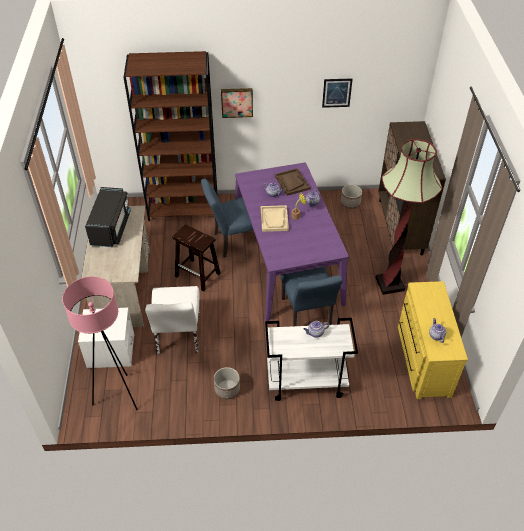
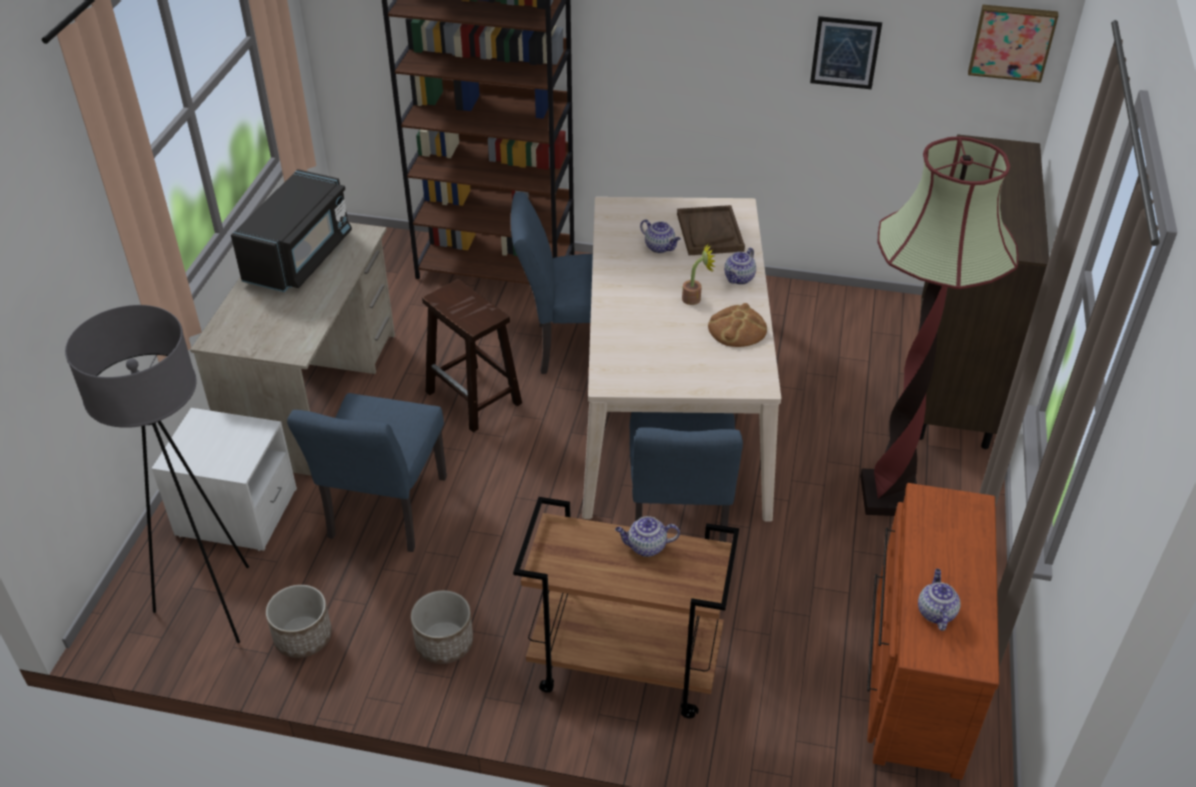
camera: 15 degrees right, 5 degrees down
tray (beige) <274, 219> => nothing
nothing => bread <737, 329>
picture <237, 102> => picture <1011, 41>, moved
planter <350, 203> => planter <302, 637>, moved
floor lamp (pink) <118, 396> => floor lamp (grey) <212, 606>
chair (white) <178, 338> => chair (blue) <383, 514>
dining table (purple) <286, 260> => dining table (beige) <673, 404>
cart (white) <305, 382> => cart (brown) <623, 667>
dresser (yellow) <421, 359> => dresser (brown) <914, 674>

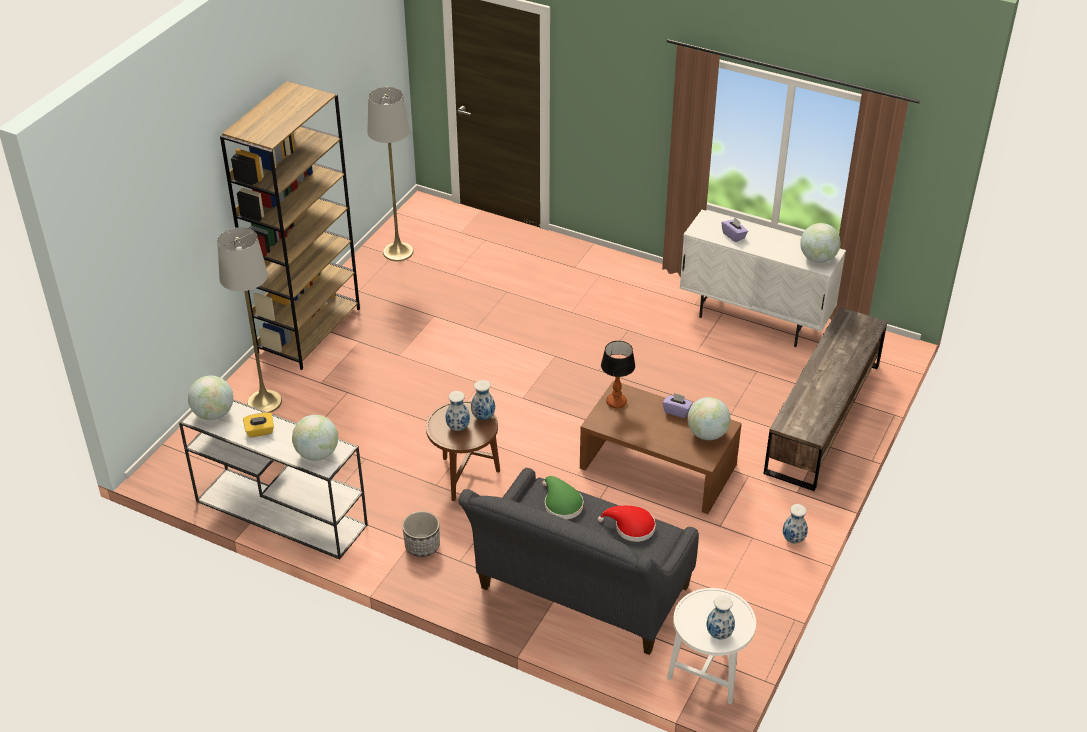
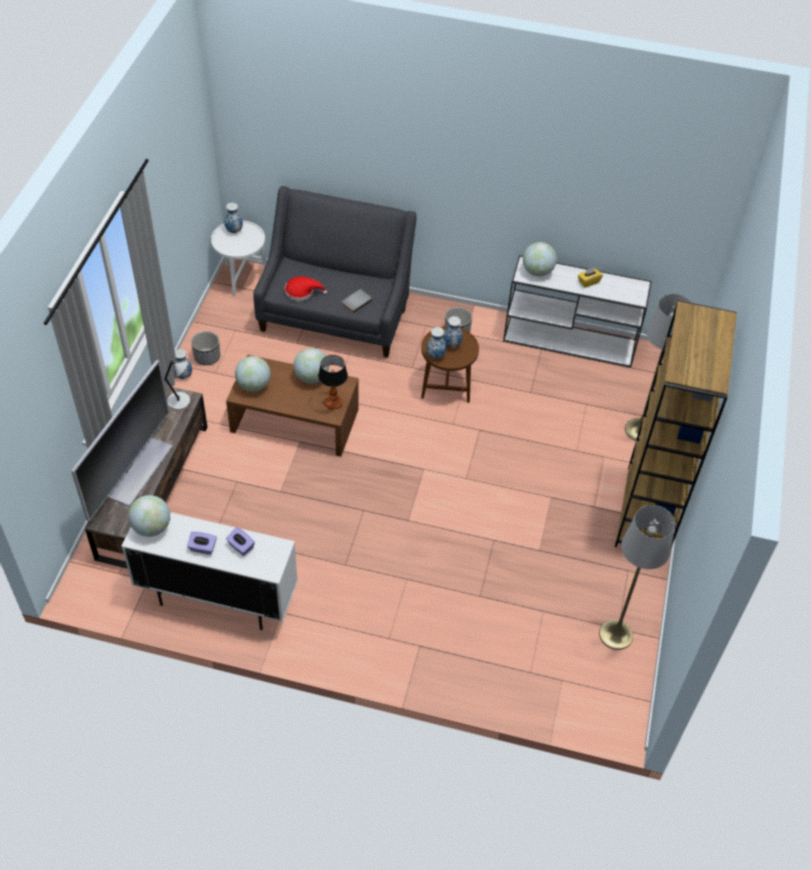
camera: 165 degrees right, 10 degrees up
nothing => television <138, 471>
nothing => table lamp (grey) <180, 401>
nothing => planter <207, 357>
globe <214, 414> => globe <311, 377>, moved
tissue box (purple) <677, 411> => tissue box (purple) <202, 548>, moved
hat (green) <561, 504> => book (grey) <356, 301>

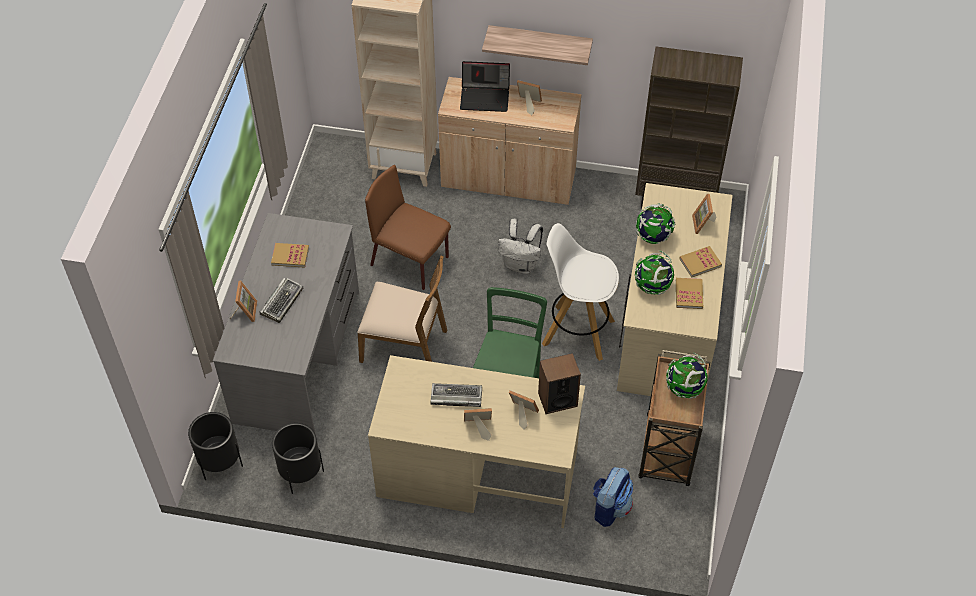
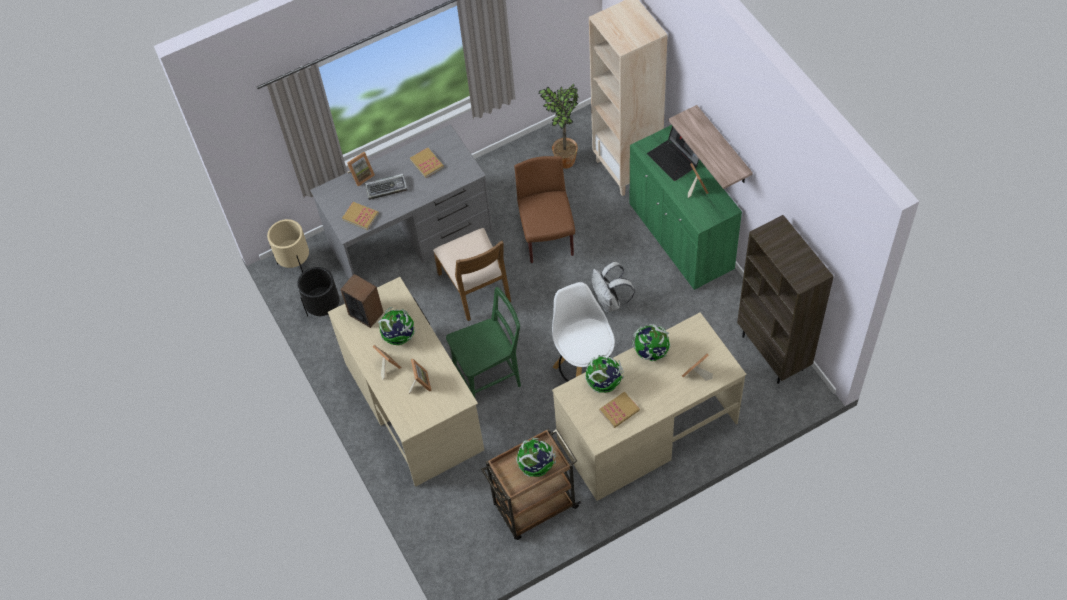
camera: 55 degrees right, 5 degrees up
backpack <610, 507> => nothing
nothing => potted plant <564, 158>
speaker <557, 399> => speaker <366, 313>, moved
book <700, 262> => book <360, 216>, moved
keyboard <455, 397> => globe <399, 336>
planter (black) <220, 464> => planter (beige) <295, 262>
cabinet (beige) <508, 179> => cabinet (green) <680, 237>

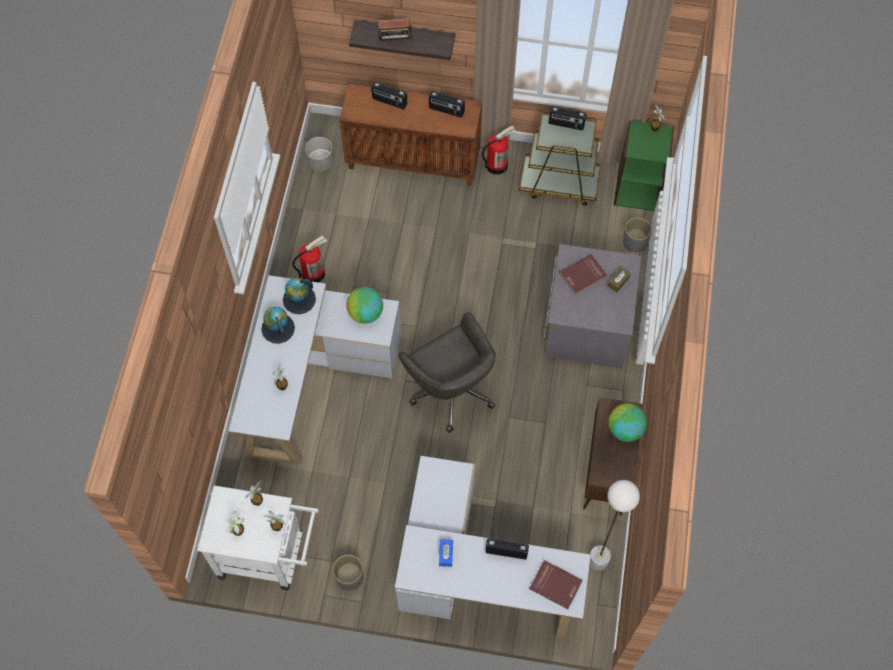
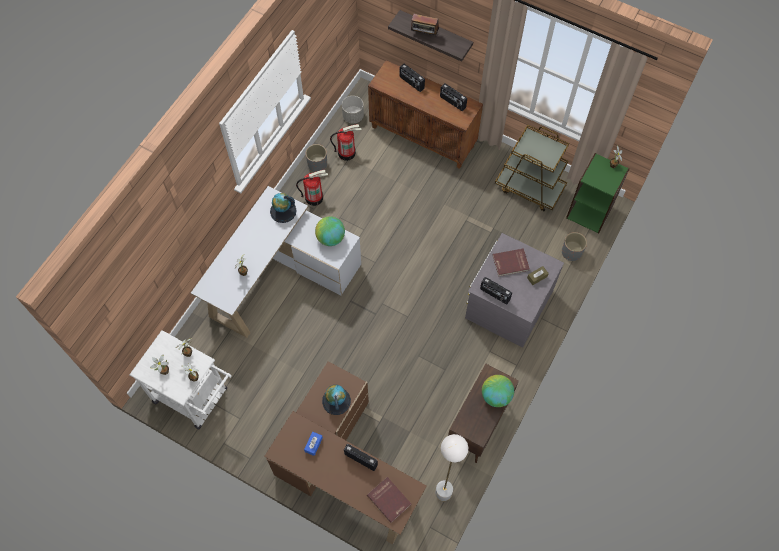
camera: 20 degrees right, 0 degrees up
office chair (grey) <451, 389> => nothing
globe <278, 328> => globe <336, 401>, moved
planter (grey) <349, 577> => planter (grey) <317, 164>, moved
fire extinguisher <496, 165> => fire extinguisher <346, 152>, moved
radio <566, 124> => radio <494, 294>, moved
desk (white) <475, 574> => desk (brown) <344, 468>

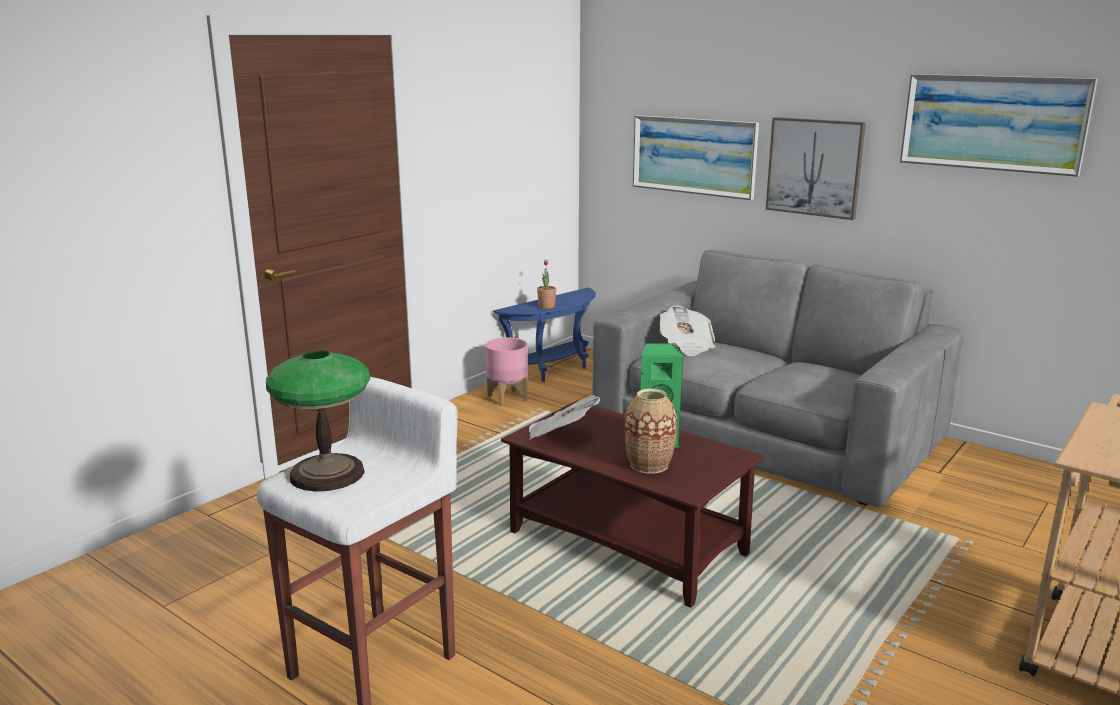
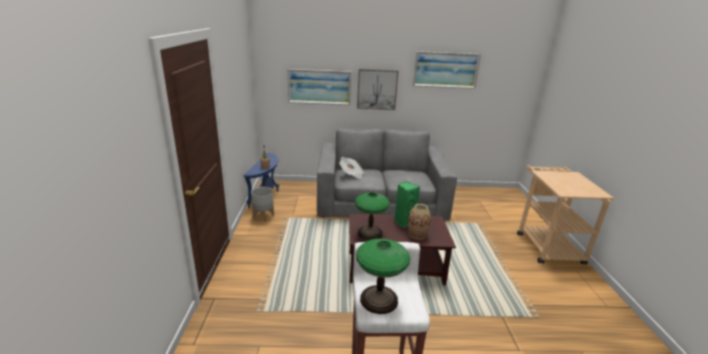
camera: 40 degrees left, 5 degrees up
newspaper <561, 435> => table lamp <369, 233>
planter (pink) <507, 398> => planter (grey) <263, 216>

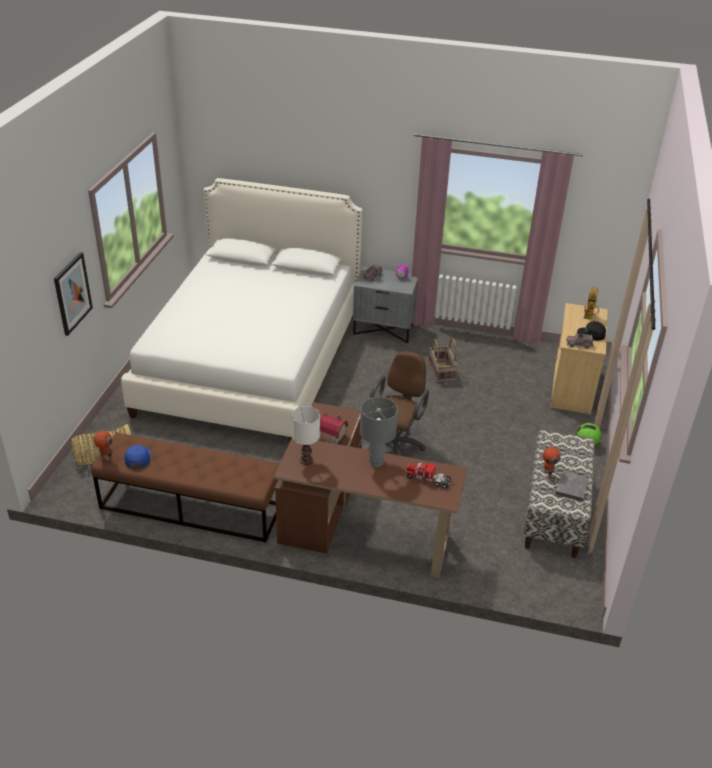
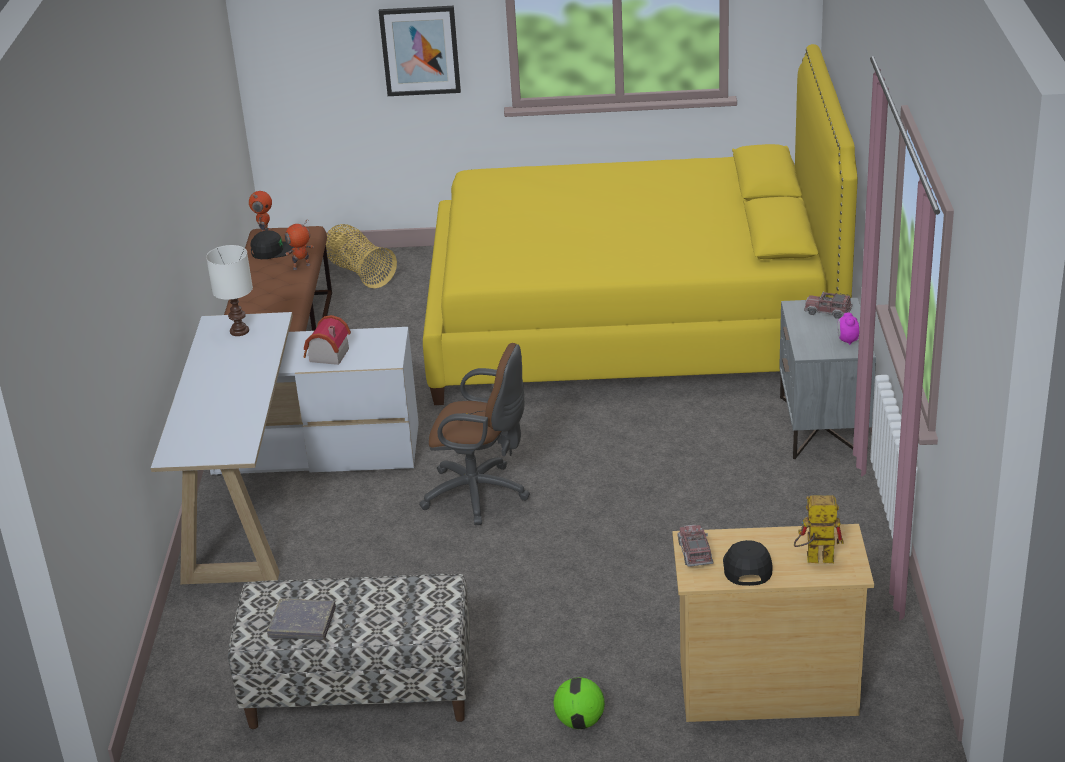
camera: 80 degrees right, 5 degrees down
table lamp (grey) <376, 462> => nothing
toy truck <428, 479> => nothing
basket <442, 372> => nothing
toy robot <547, 474> => toy robot <301, 267>, moved
bed (white) <252, 362> => bed (yellow) <633, 324>
cap (blue) <137, 458> => cap (black) <272, 250>
desk (brown) <355, 523> => desk (white) <281, 489>

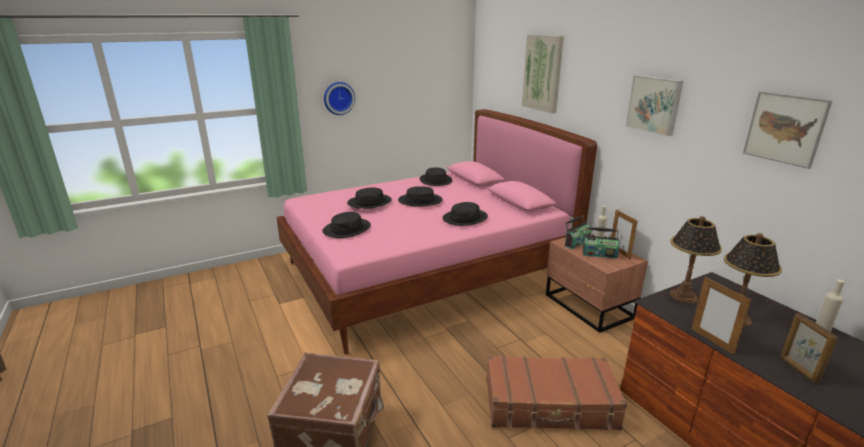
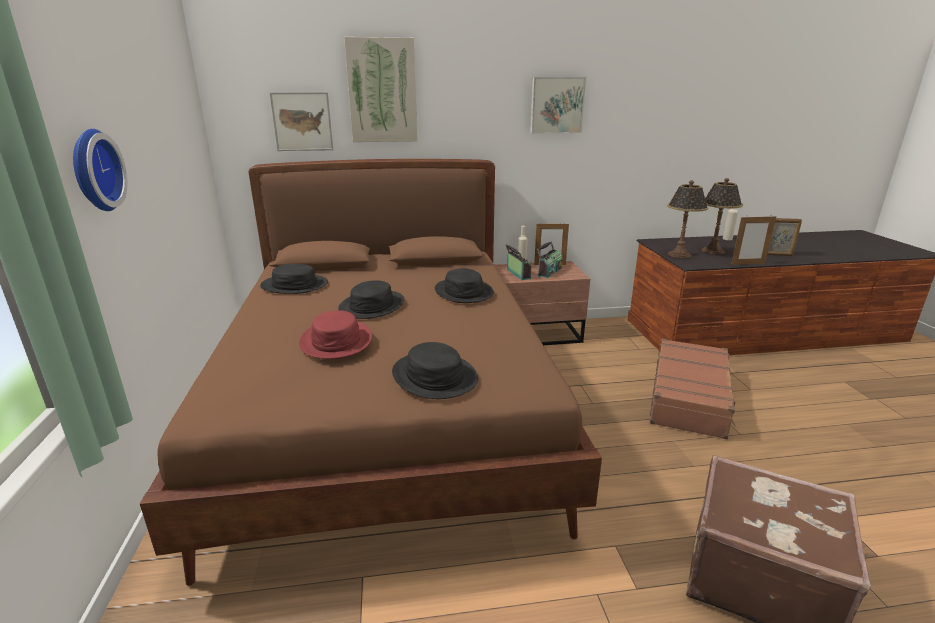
camera: 70 degrees left, 0 degrees up
picture <784, 128> => picture <302, 121>, moved
bed (pink) <425, 273> => bed (brown) <389, 414>
hat (black) <369, 202> => hat (red) <336, 341>

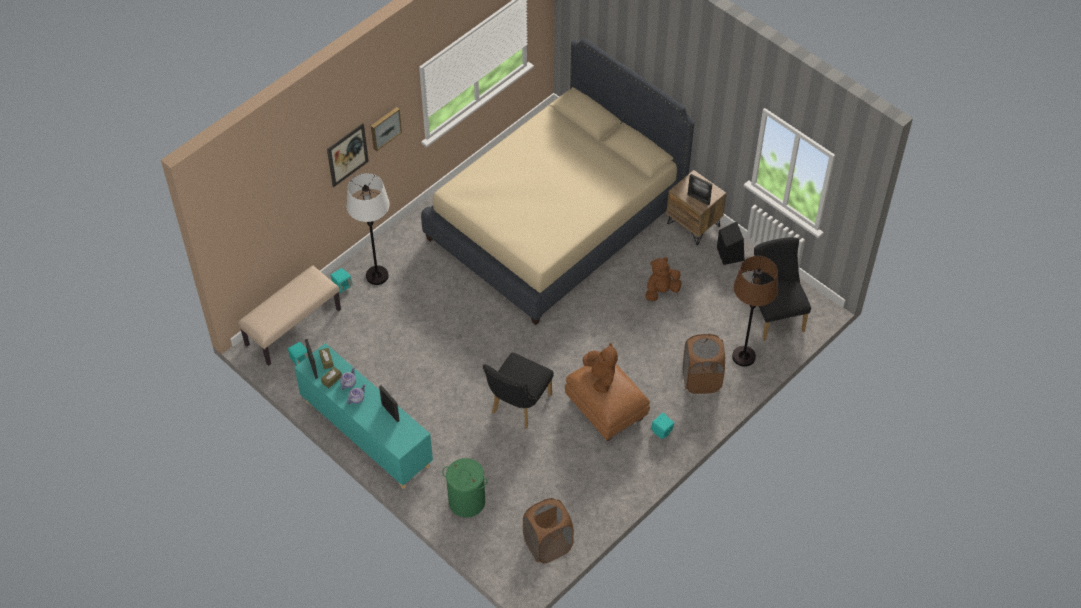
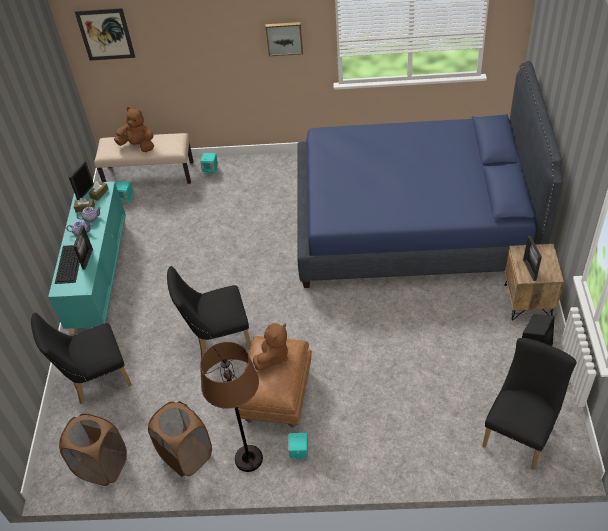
camera: 50 degrees right, 5 degrees down
floor lamp (white) <377, 275> => nothing
nothing => keyboard <69, 263>
picture <347, 155> => picture <105, 34>, moved
plush toy (brown) <661, 291> => plush toy (brown) <138, 145>, moved
laundry basket (brown) <701, 380> => laundry basket (brown) <186, 455>, moved
floor lamp (brown) <744, 357> => floor lamp (brown) <248, 459>, moved
laundry basket (green) <466, 501> => chair (black) <95, 379>
bed (beige) <556, 220> => bed (blue) <413, 223>

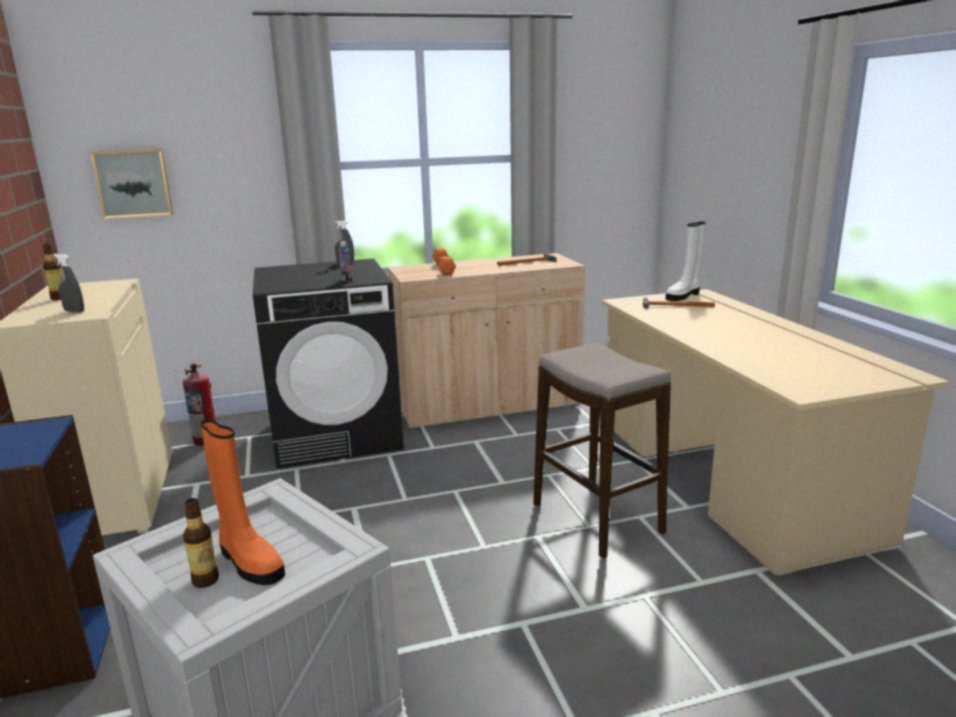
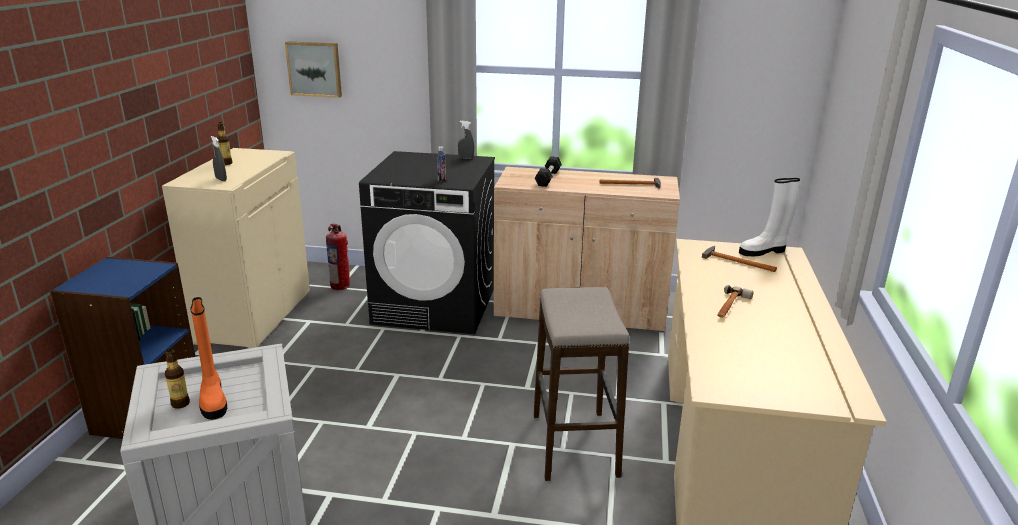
camera: 25 degrees right, 5 degrees up
nothing => hammer <730, 306>
dumbbell (orange) <444, 269> => dumbbell (black) <548, 178>

